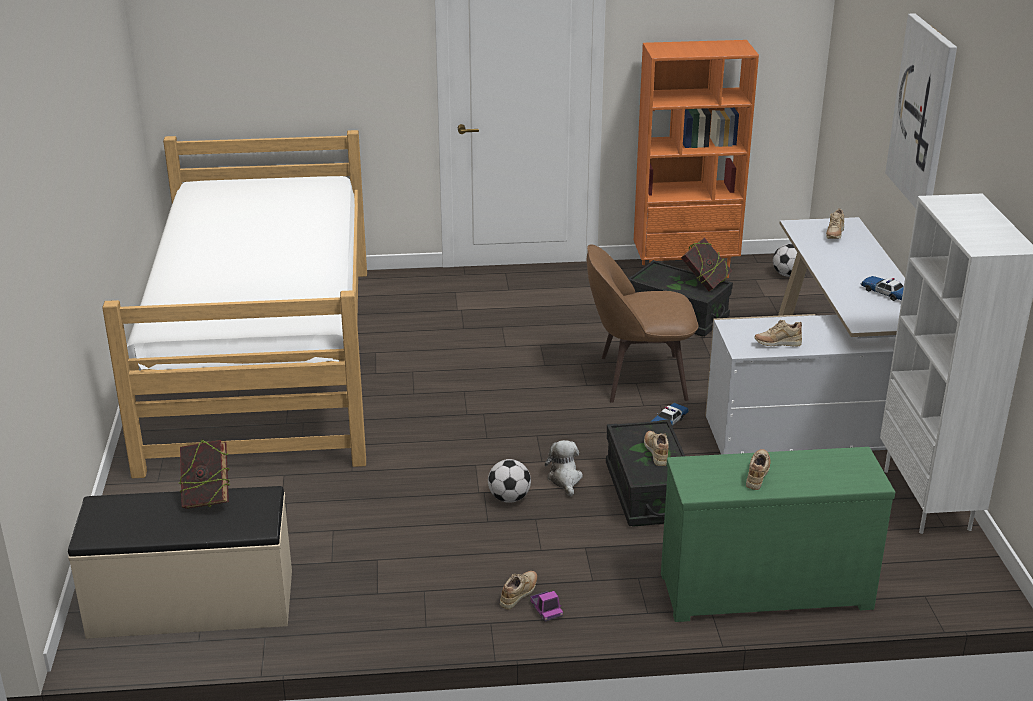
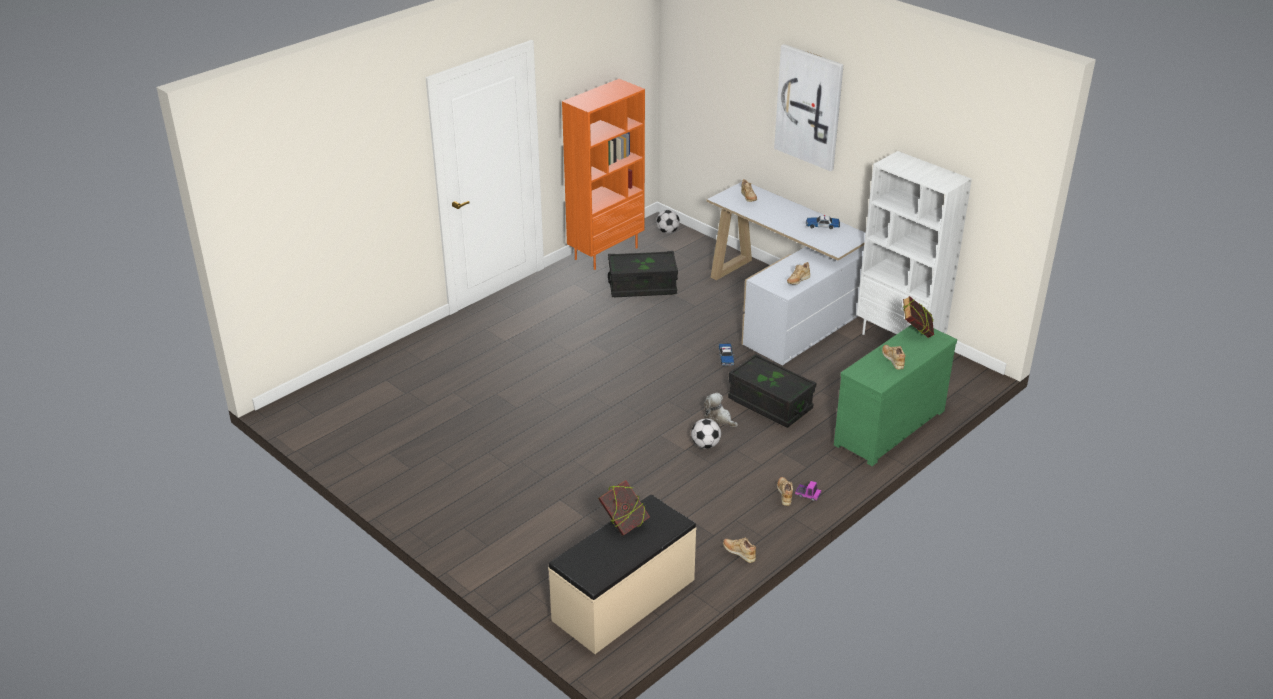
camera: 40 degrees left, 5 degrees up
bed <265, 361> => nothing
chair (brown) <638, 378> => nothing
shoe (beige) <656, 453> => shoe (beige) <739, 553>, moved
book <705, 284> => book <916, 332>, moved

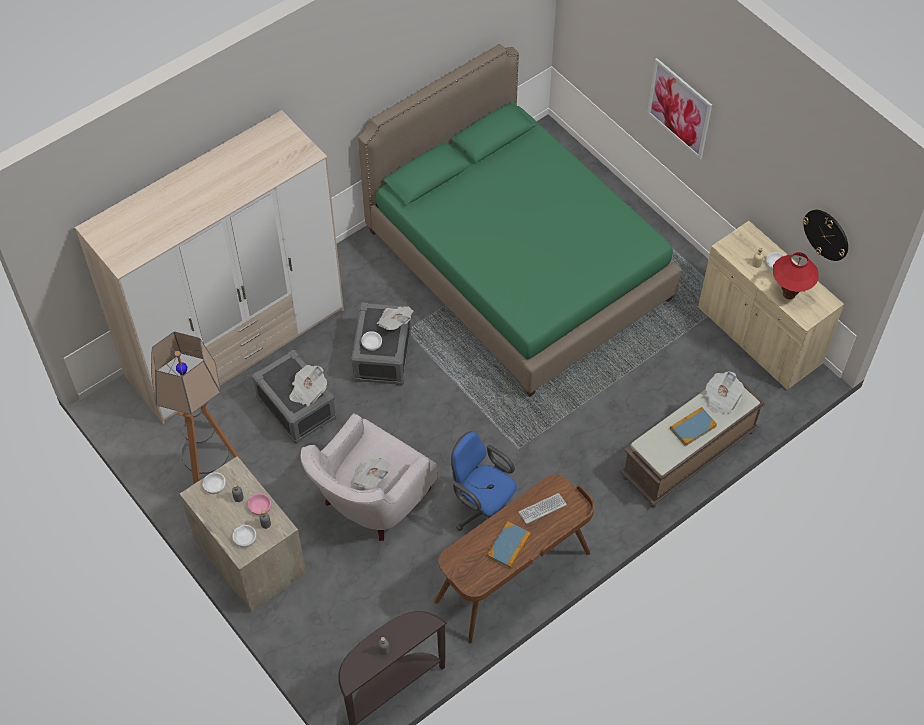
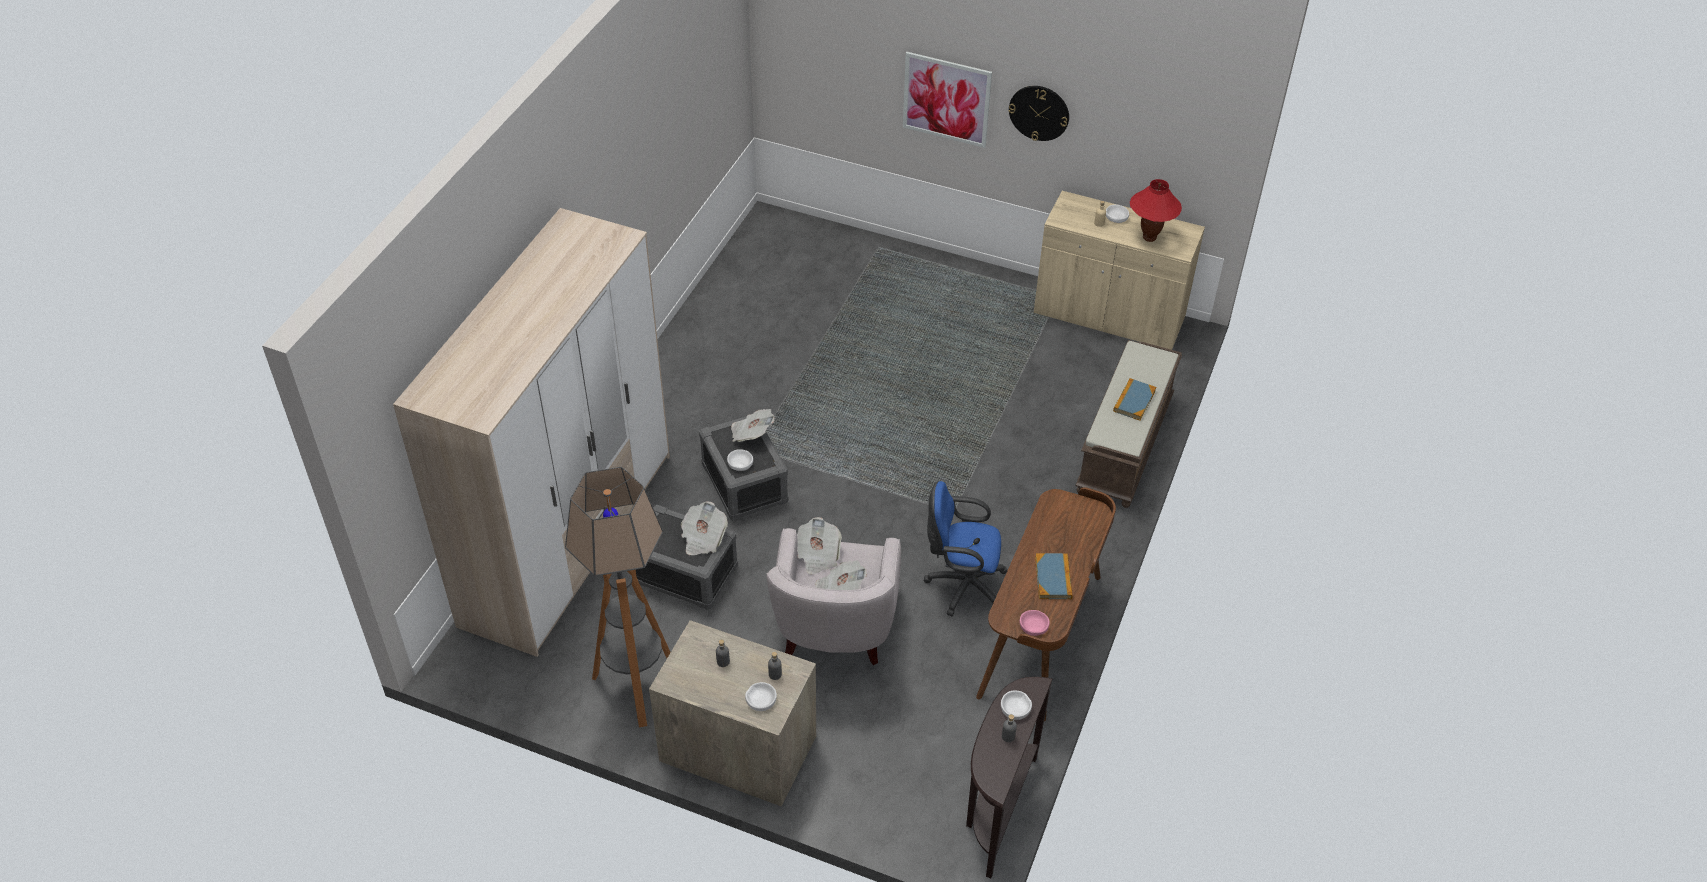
camera: 30 degrees left, 10 degrees down
bed (green) <517, 265> => nothing
keyboard <542, 508> => nothing
bowl (white) <214, 485> => bowl (white) <1015, 708>, moved
bowl (pink) <260, 506> => bowl (pink) <1033, 626>, moved
newspaper <721, 399> => newspaper <817, 555>, moved
wall clock <826, 234> => wall clock <1039, 112>, moved

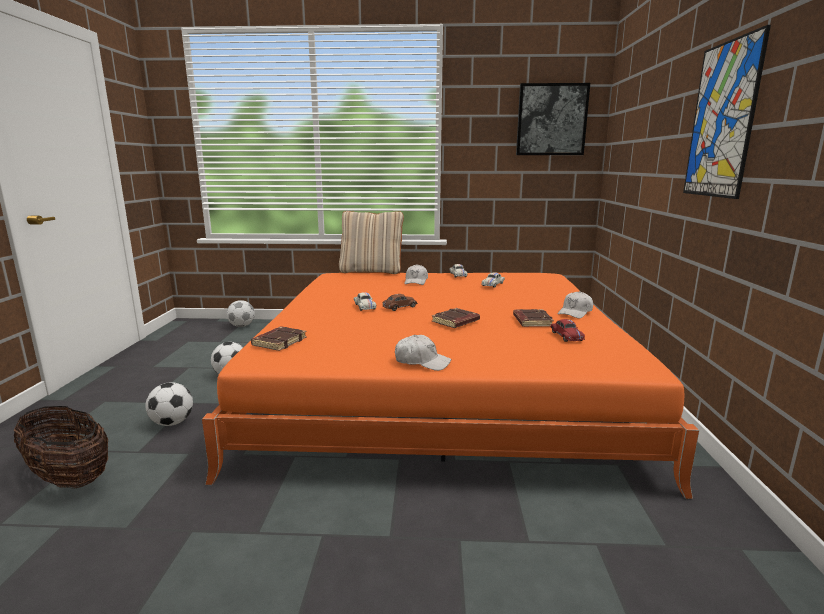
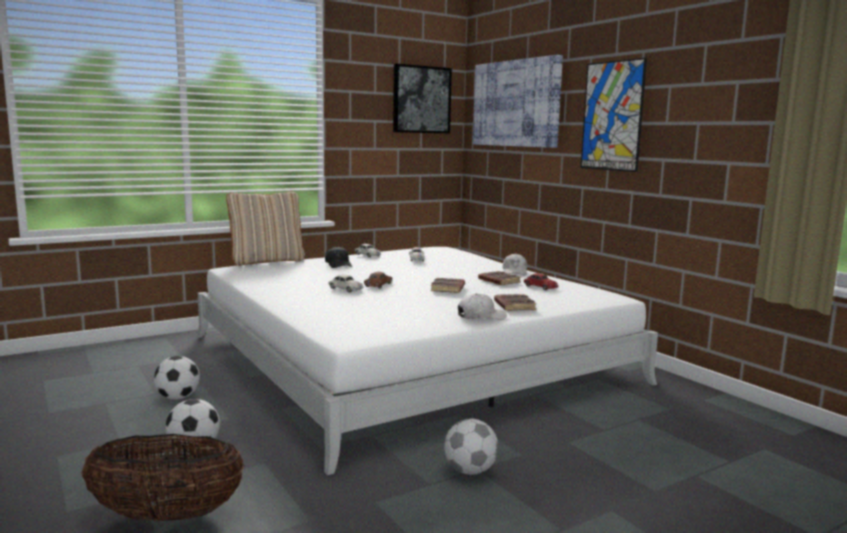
camera: 35 degrees left, 5 degrees down
nothing => picture <517, 103>
football <242, 326> => football <470, 471>, moved
book (brown) <279, 342> => book (brown) <513, 306>, moved
bed (orange) <440, 382> => bed (white) <407, 359>
cap (white) <416, 281> => cap (black) <338, 264>

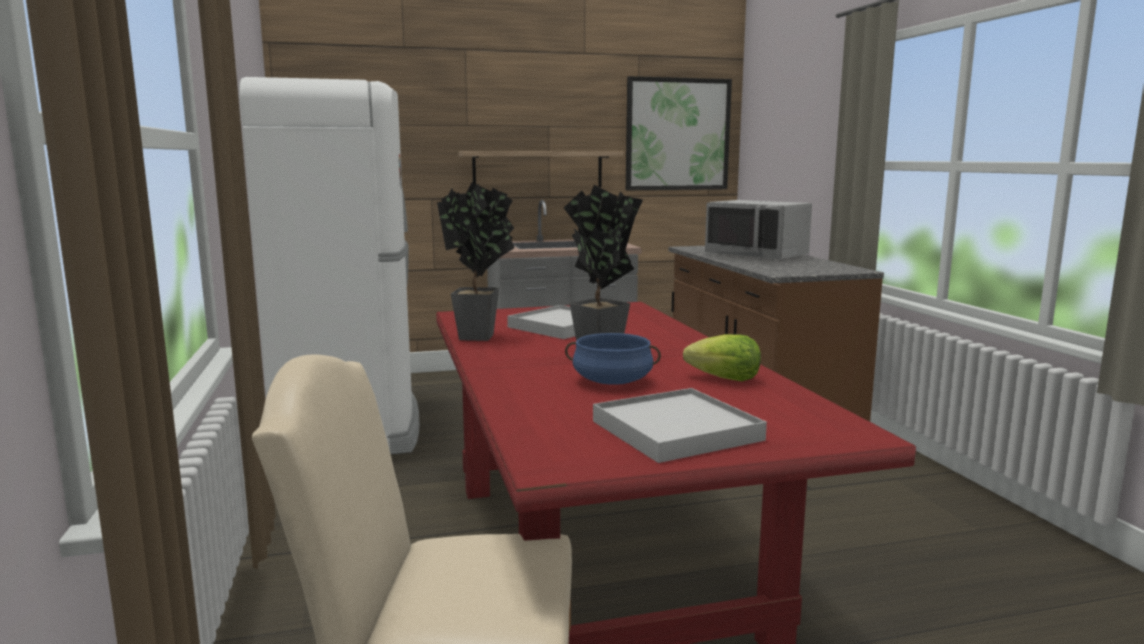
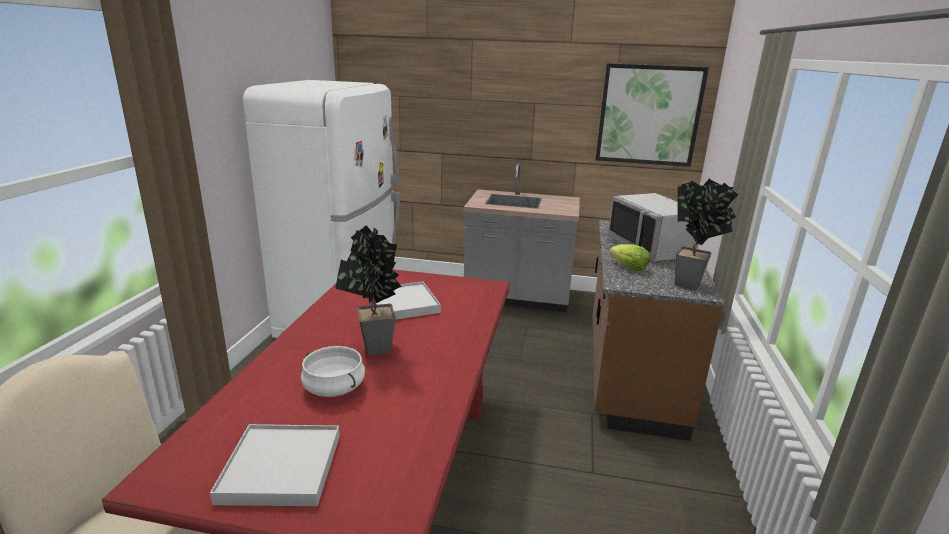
camera: 25 degrees right, 10 degrees up
shelf <538, 169> => nothing
potted plant <481, 338> => potted plant <691, 286>, moved
lettuce <725, 379> => lettuce <629, 268>, moved
cooking pot (blue) <612, 381> => cooking pot (white) <333, 387>

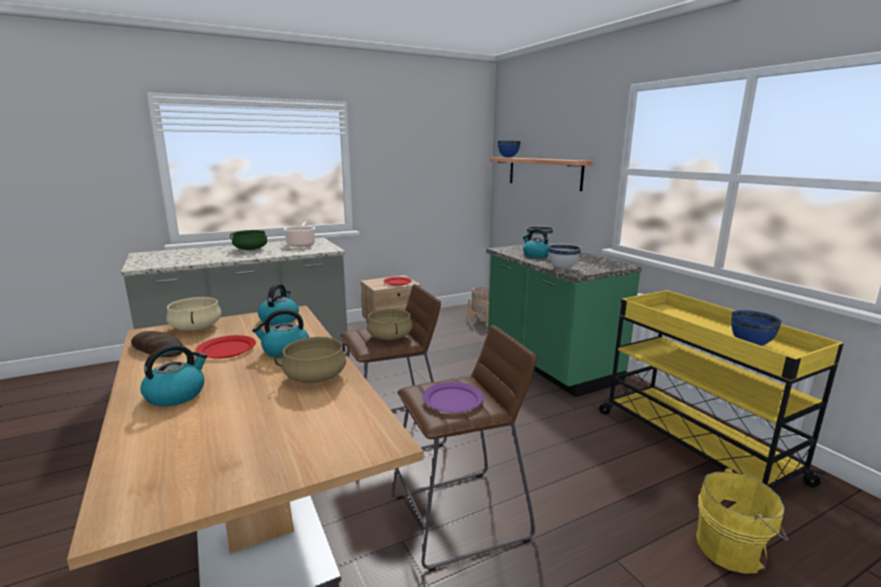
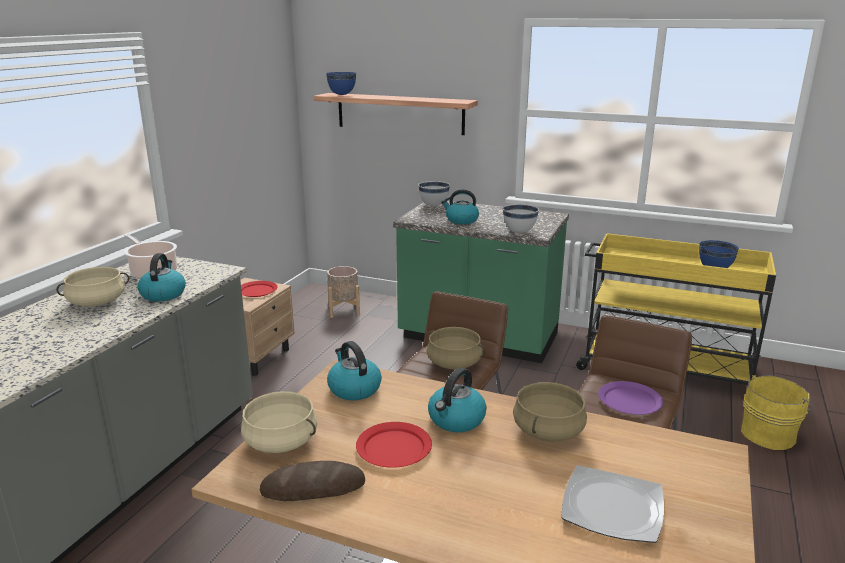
camera: 40 degrees left, 5 degrees up
nothing => plate <611, 506>
kettle <176, 394> => kettle <163, 294>, moved
cooking pot (green) <250, 249> => cooking pot (beige) <97, 302>

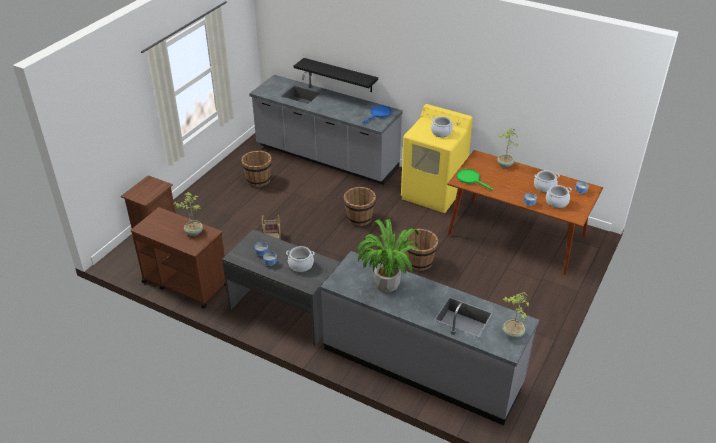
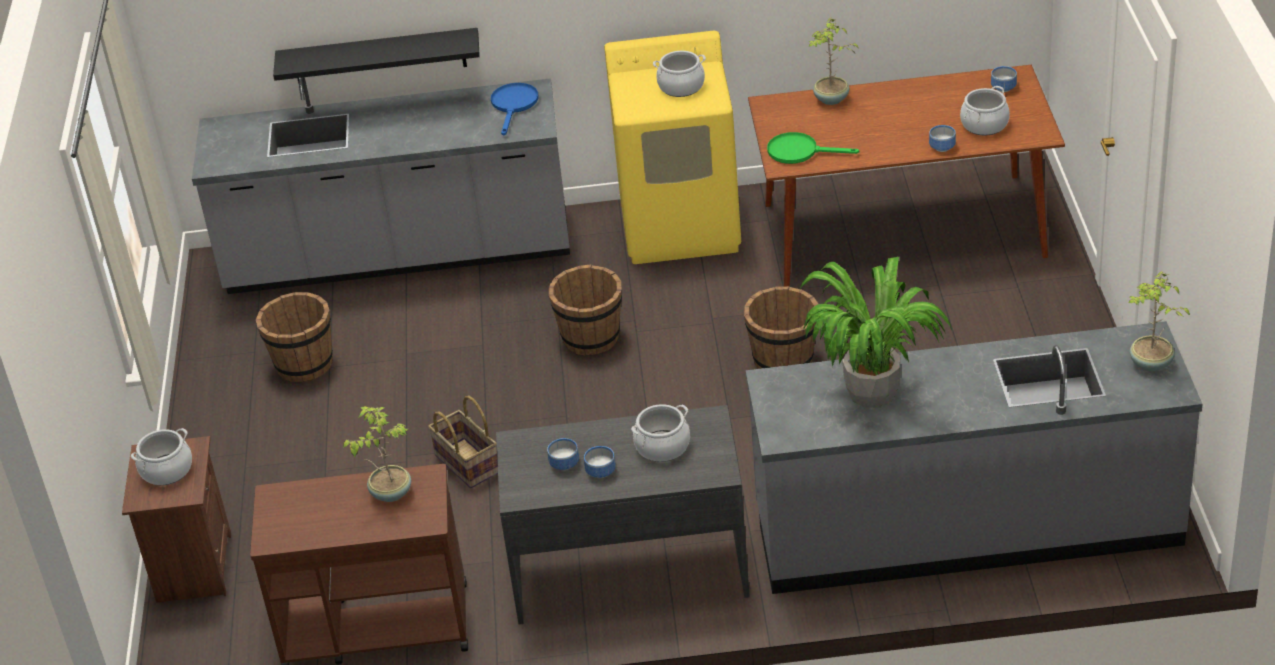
camera: 30 degrees left, 0 degrees up
cooking pot <544, 187> => cooking pot <167, 470>, moved

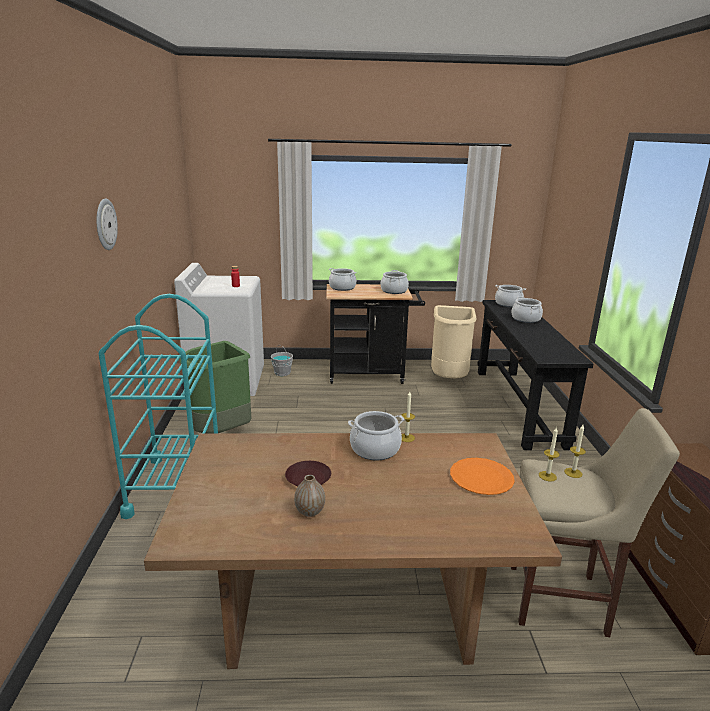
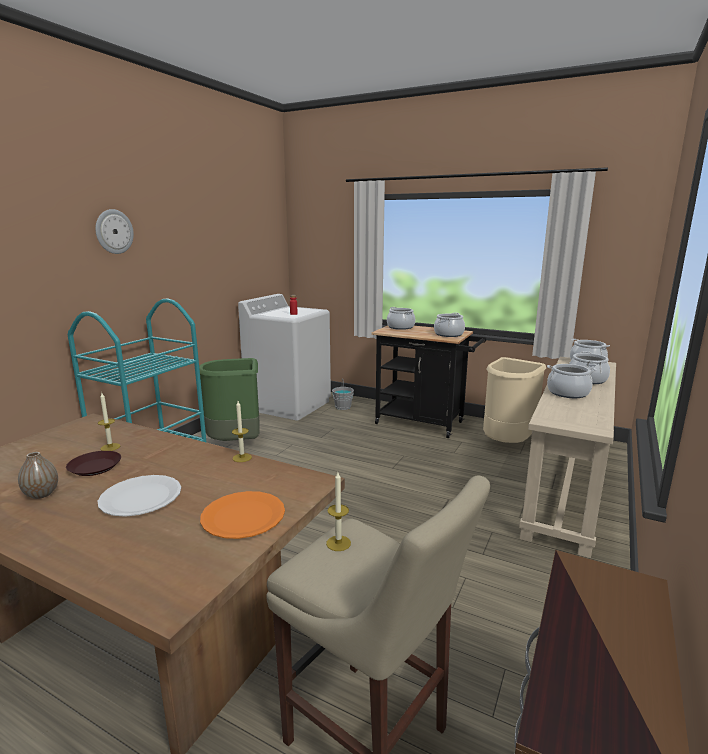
camera: 30 degrees right, 5 degrees down
nothing => plate (white) <141, 497>
cooking pot <375, 449> => cooking pot <567, 393>, moved
candle <573, 473> => candle <110, 447>, moved
console table (black) <518, 406> => console table (beige) <566, 489>

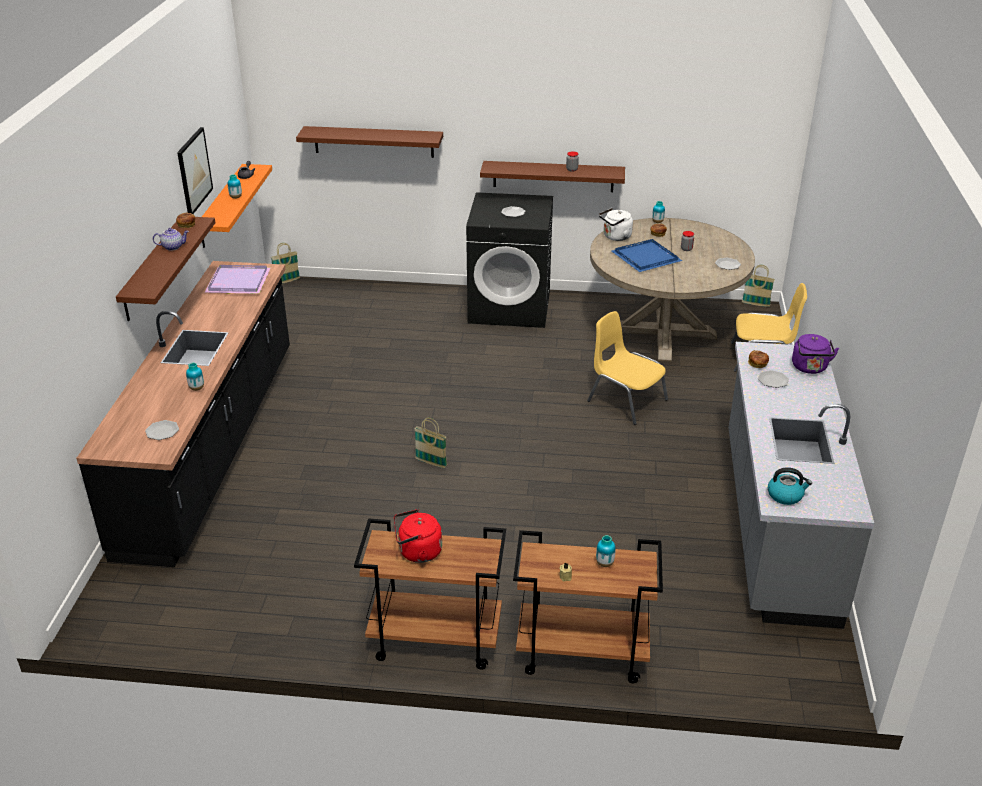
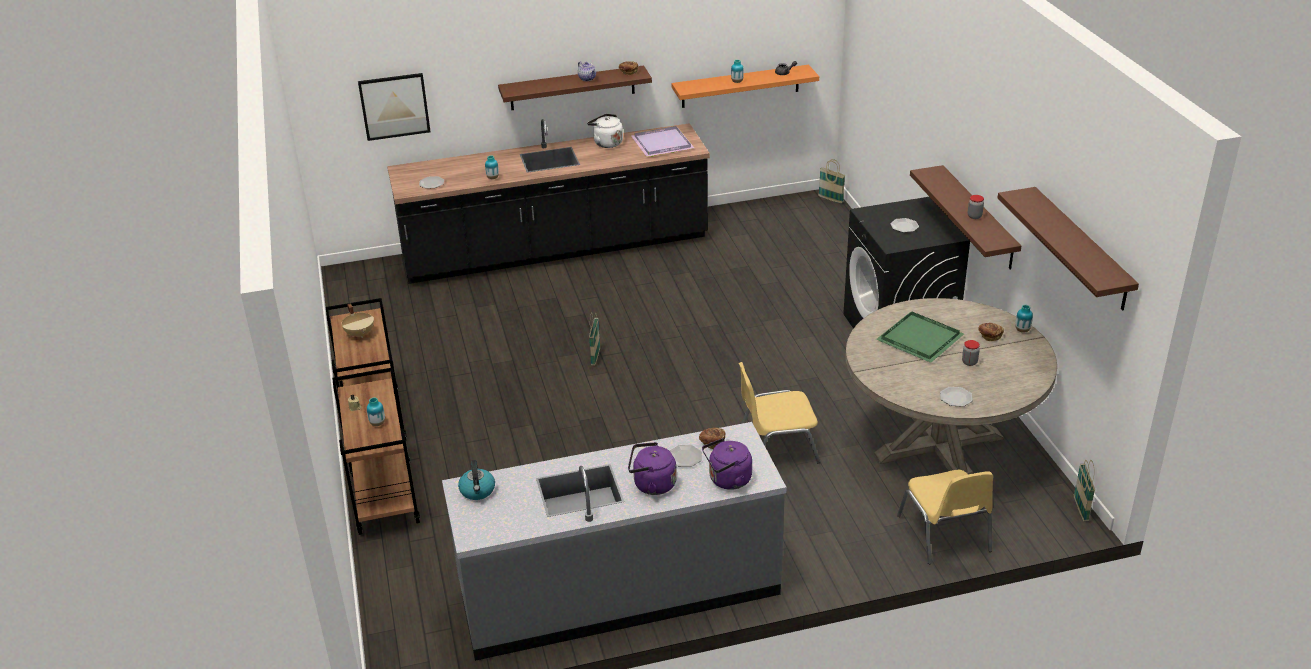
camera: 70 degrees right, 0 degrees up
nothing => kettle (purple) <651, 485>
picture <194, 171> => picture <394, 106>, moved
shelf (brown) <373, 142> => shelf (brown) <1081, 249>, moved
kettle (white) <615, 237> => kettle (white) <606, 143>, moved
kettle (red) <417, 552> => cooking pot (beige) <360, 334>
tray (blue) <647, 258> => tray (green) <920, 340>
chair (yellow) <626, 400> => chair (yellow) <776, 447>, 120 degrees counterclockwise

